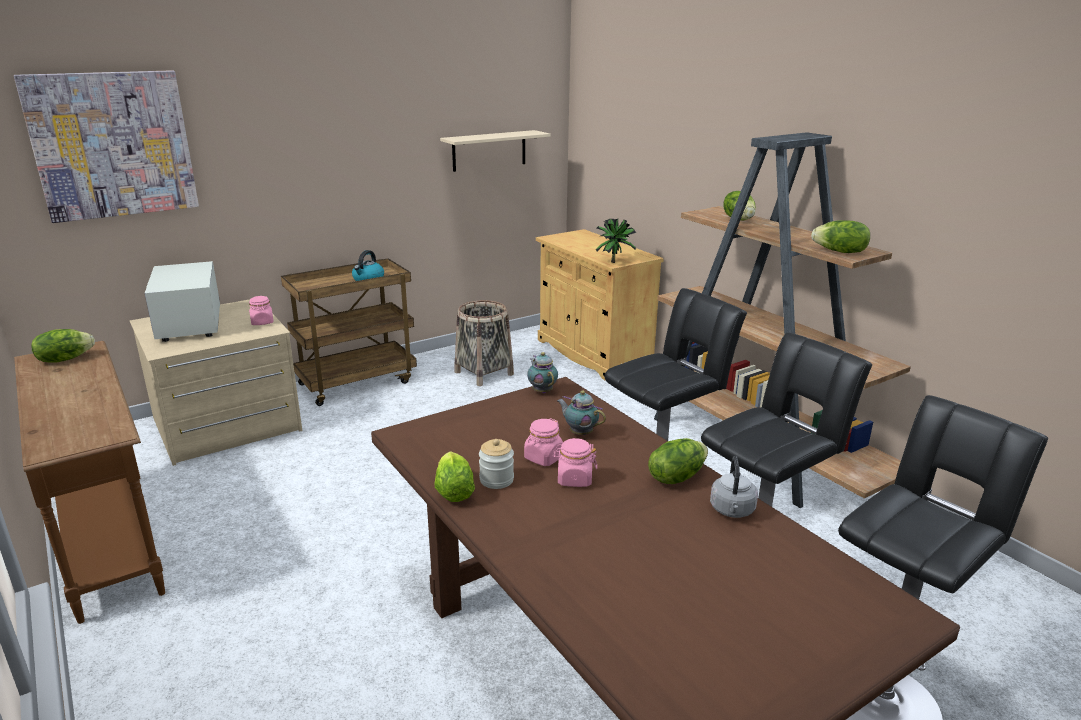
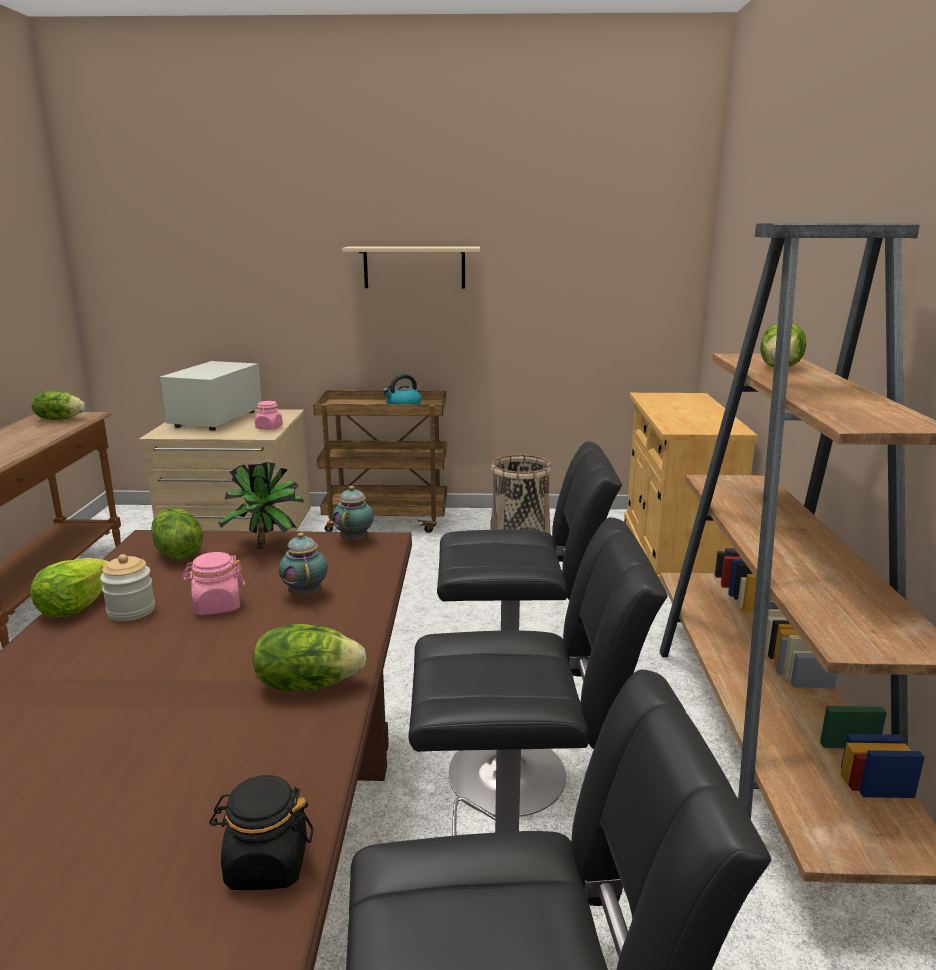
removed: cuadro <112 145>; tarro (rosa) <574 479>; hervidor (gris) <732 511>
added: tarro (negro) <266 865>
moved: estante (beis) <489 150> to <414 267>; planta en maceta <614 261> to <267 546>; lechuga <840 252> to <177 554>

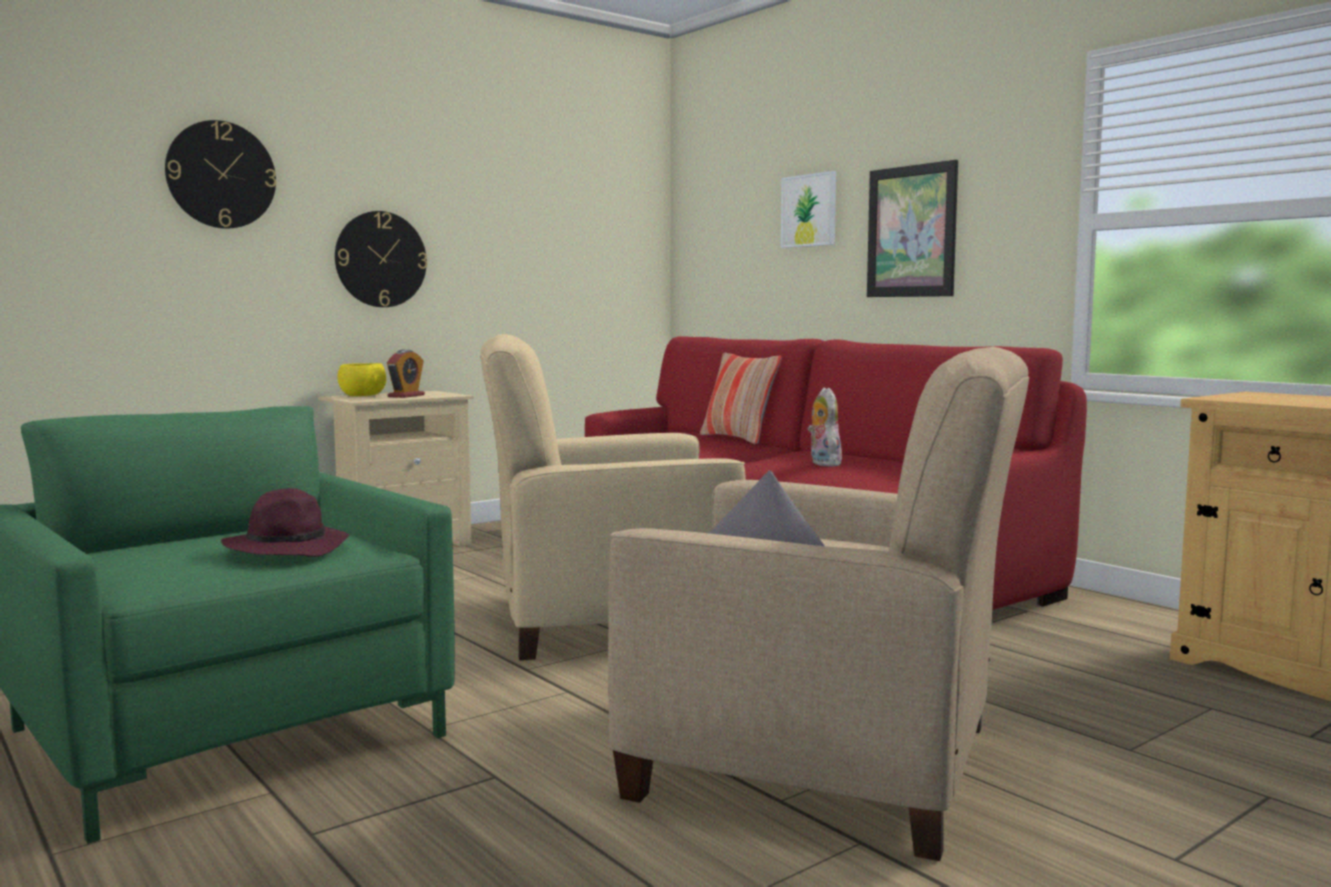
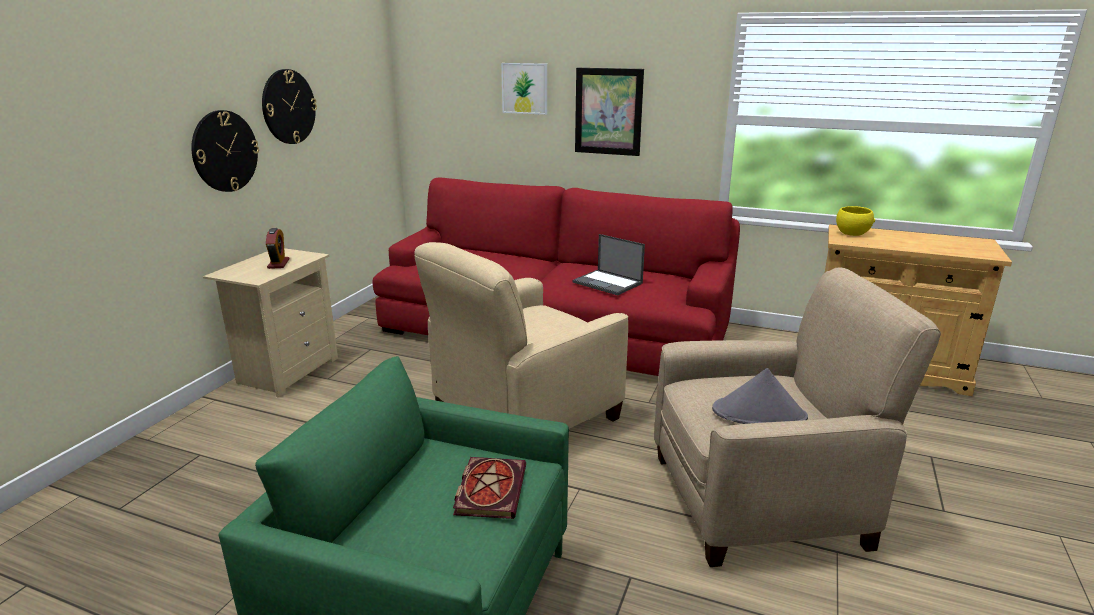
removed: cojín <738 438>
moved: reloj de pared <221 175> to <288 107>; cuenco (amarillo) <363 395> to <852 233>
replaced: sombrero (morado) <288 548> to libro <489 489>; peluche <822 464> to portátil <608 283>

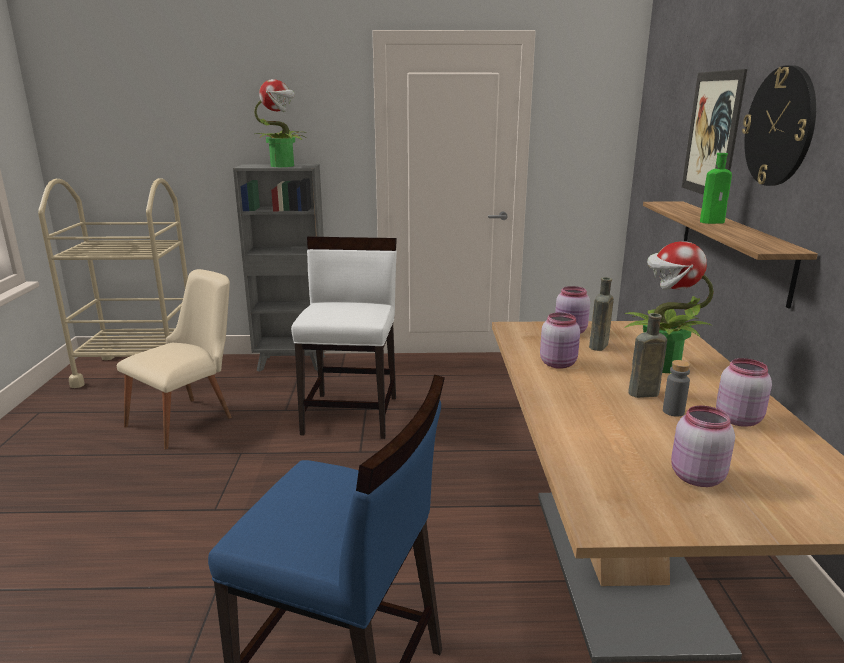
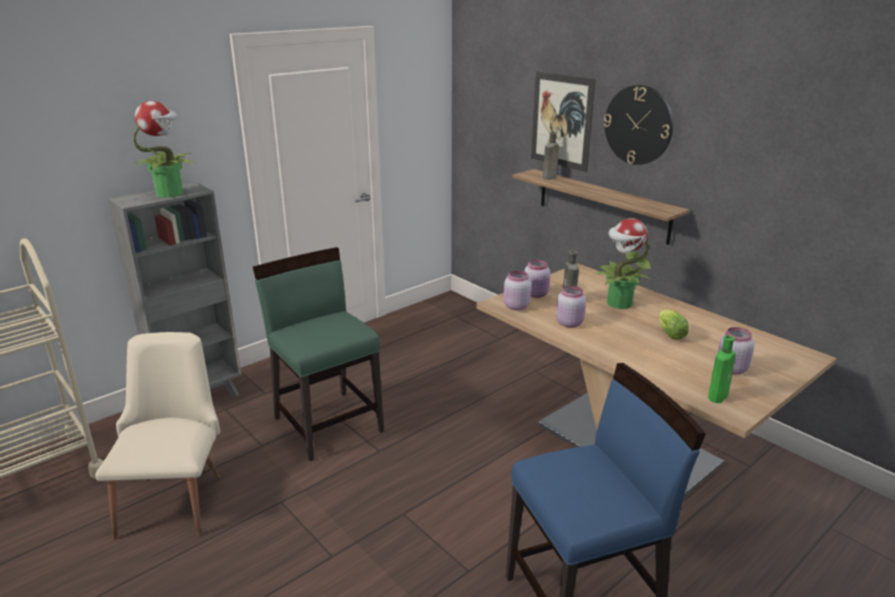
moved: botella (marrón) <641 393> to <549 178>; botella (verde) <713 222> to <718 396>; tarro (rosa) <738 419> to <516 306>
replaced: botella (gris) <673 411> to lechuga <669 333>
recoloured: silla (blanco) <352 414> to silla (verde) <328 423>

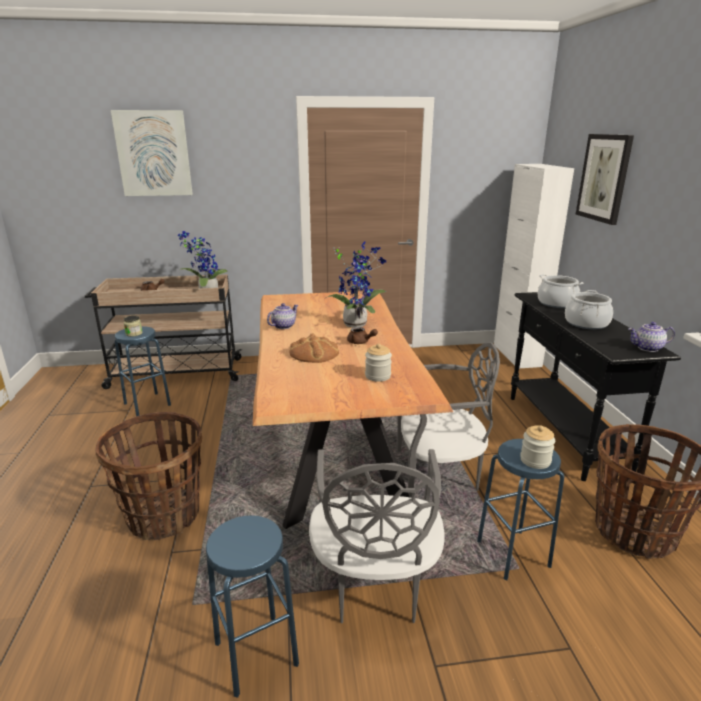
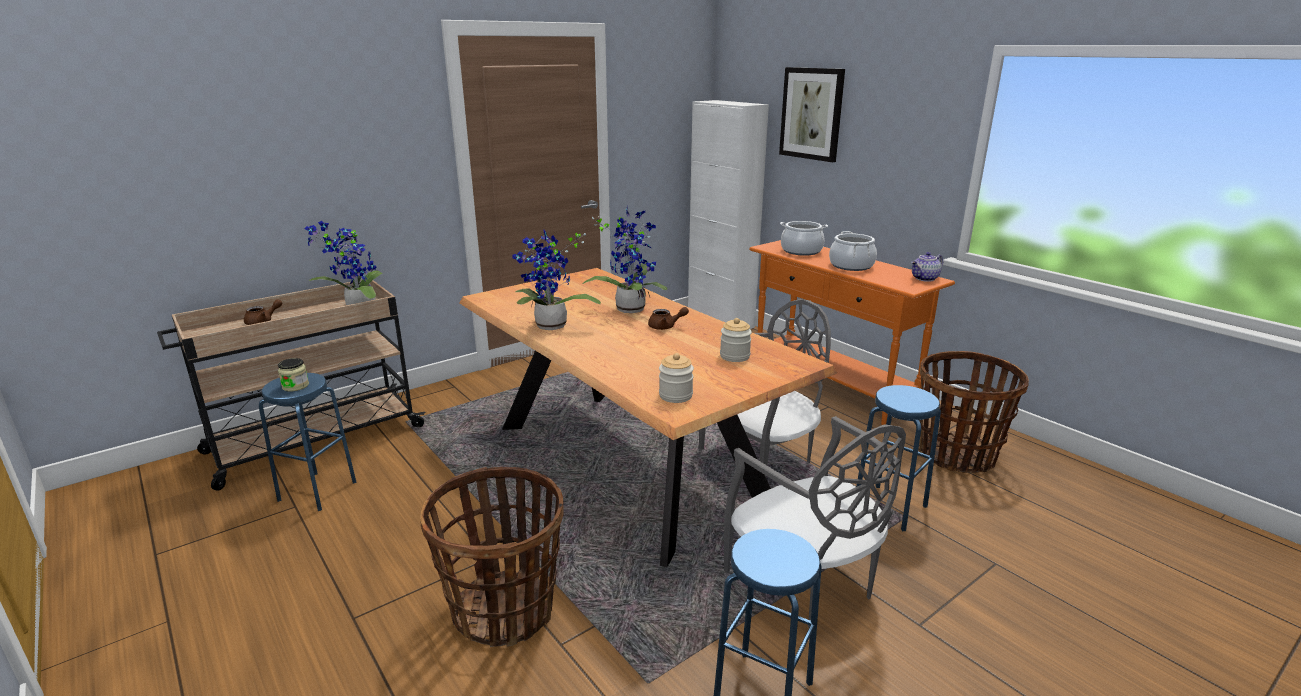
removed: cuadro <153 153>; pan <314 353>
moved: tarro <535 460> to <675 395>
replaced: tetera <283 326> to planta en maceta <550 327>
recoloured: mesa consola (negro) <564 433> to mesa consola (naranja) <831 386>

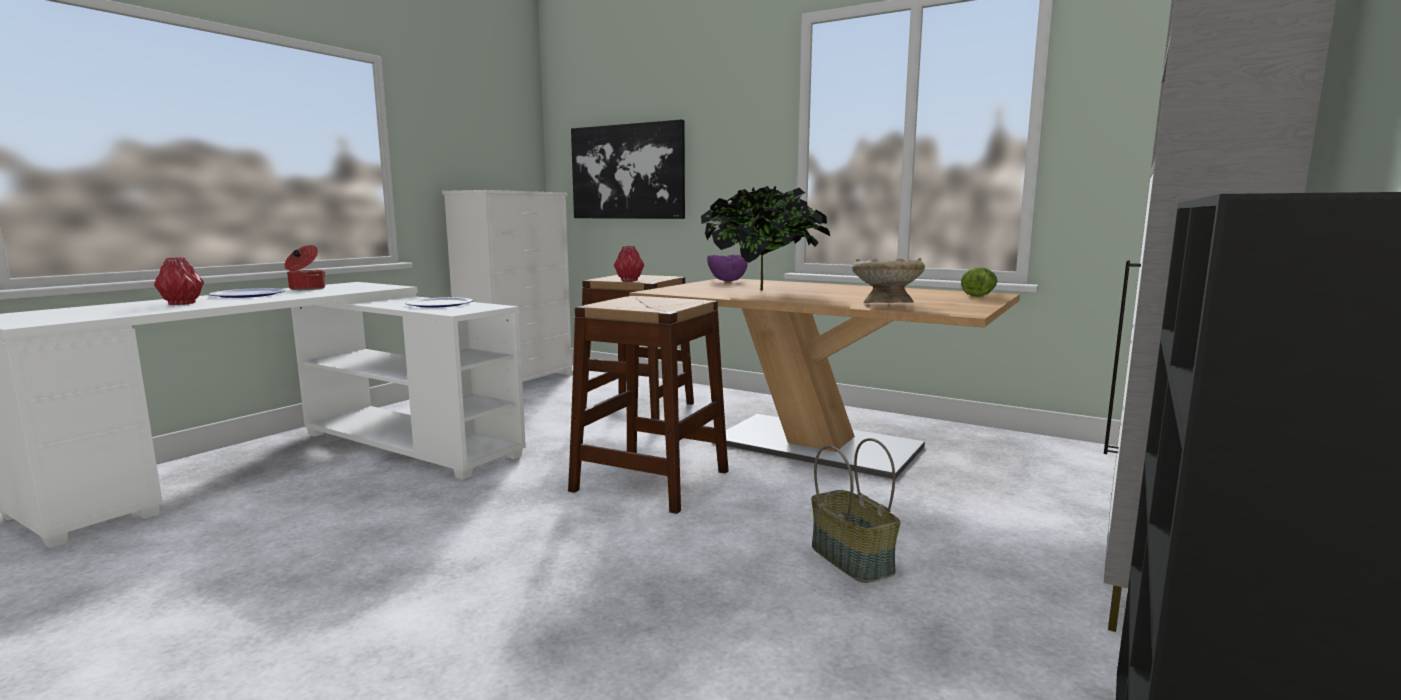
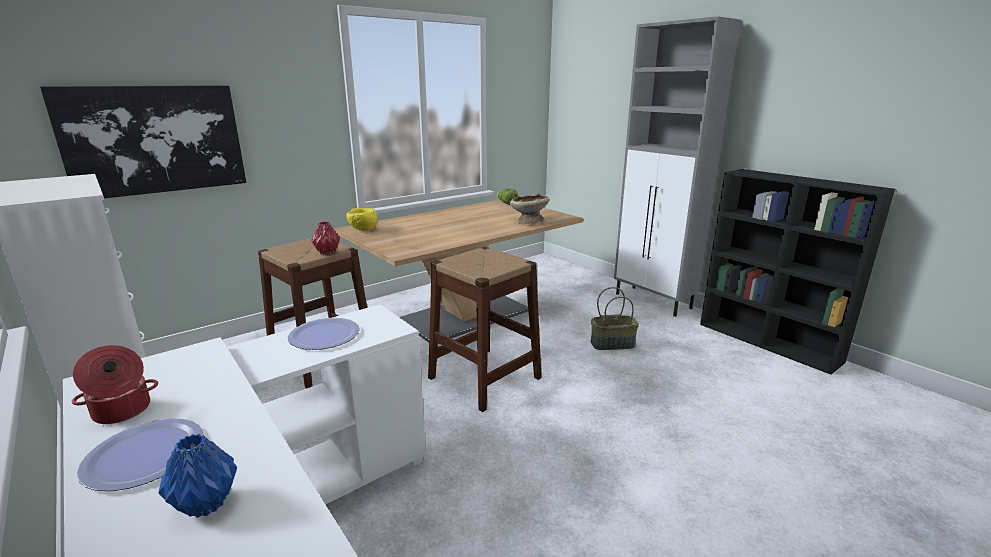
removed: planta en maceta <765 290>
recoloured: florero (rojo) <181 304> to florero (azul) <206 505>; cuenco (morado) <727 281> to cuenco (amarillo) <363 230>

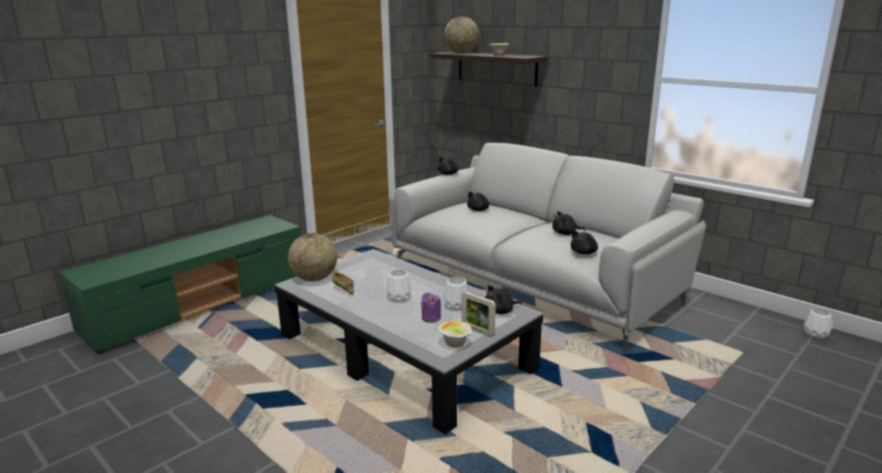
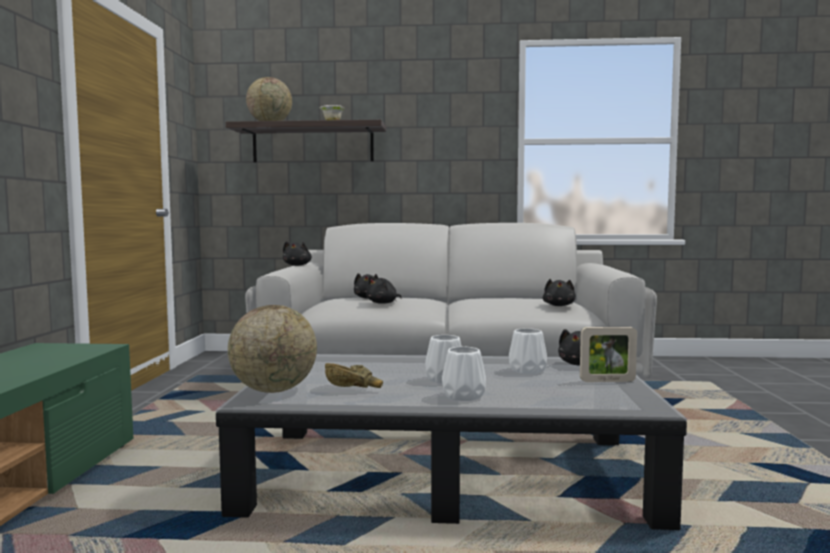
removed: vela (morado) <431 318>; cuenco <455 345>
moved: peluche (negro) <566 233> to <383 303>; florero (blanco) <815 334> to <463 396>

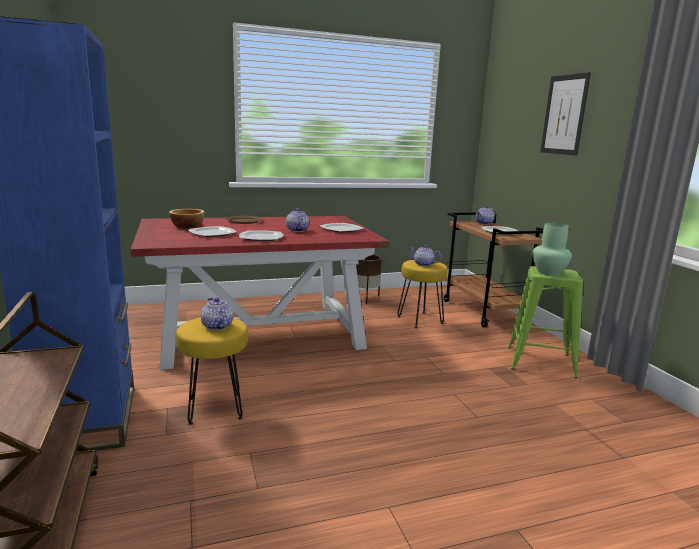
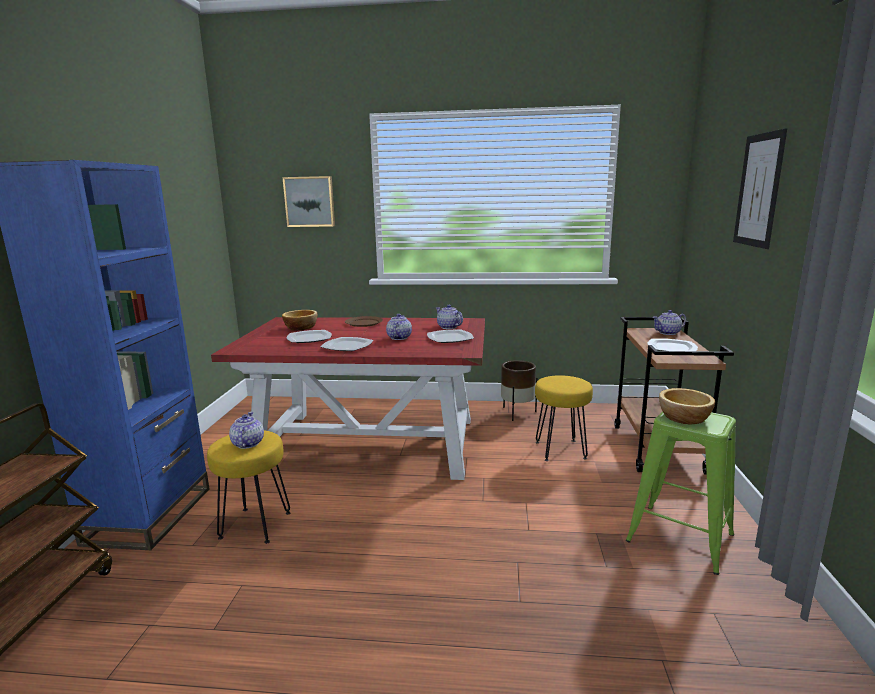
added: cuadro <310 201>
moved: tetera <423 264> to <448 327>
replaced: florero (verde) <549 272> to cuenco <685 418>

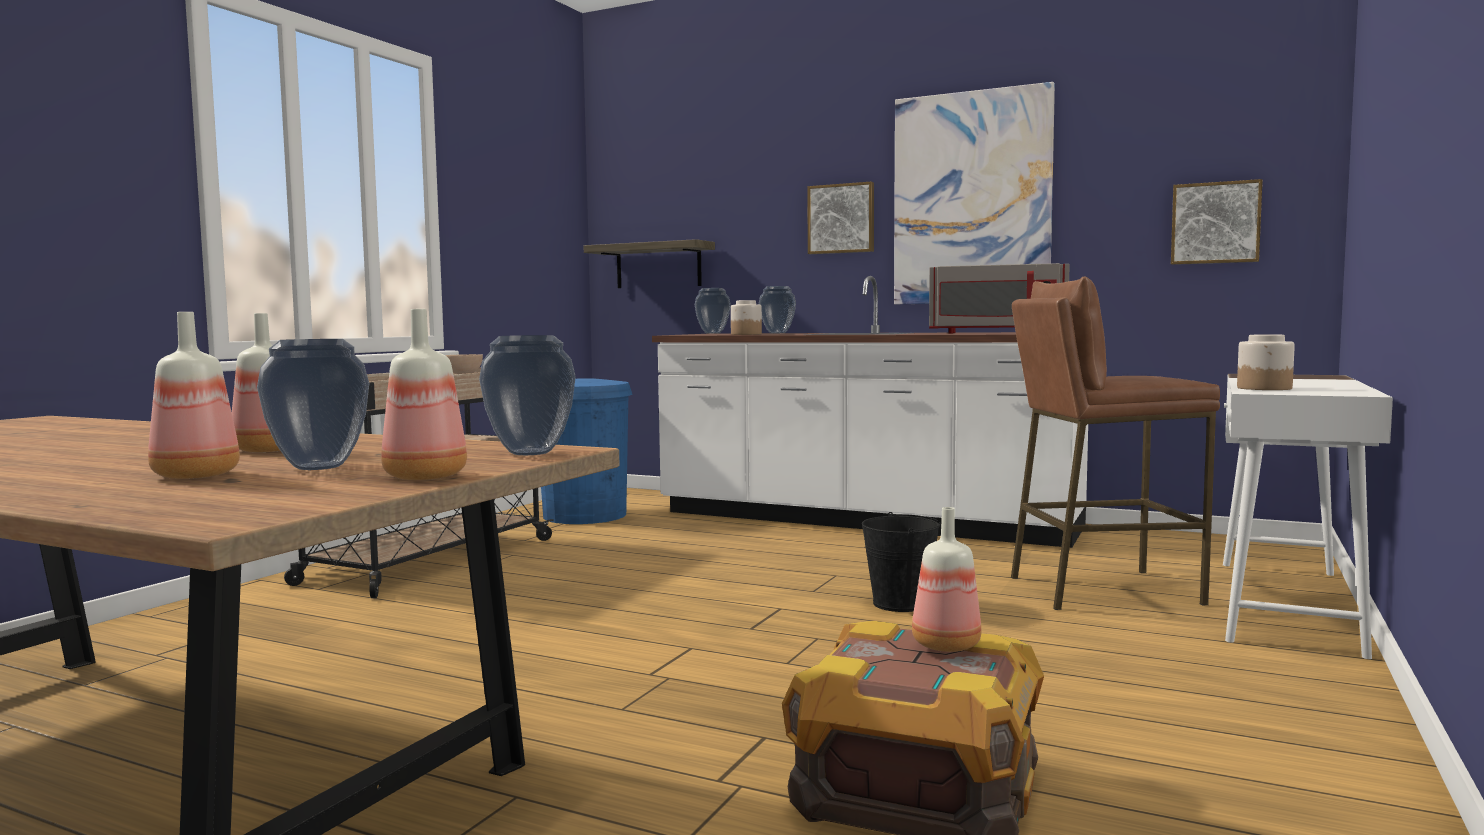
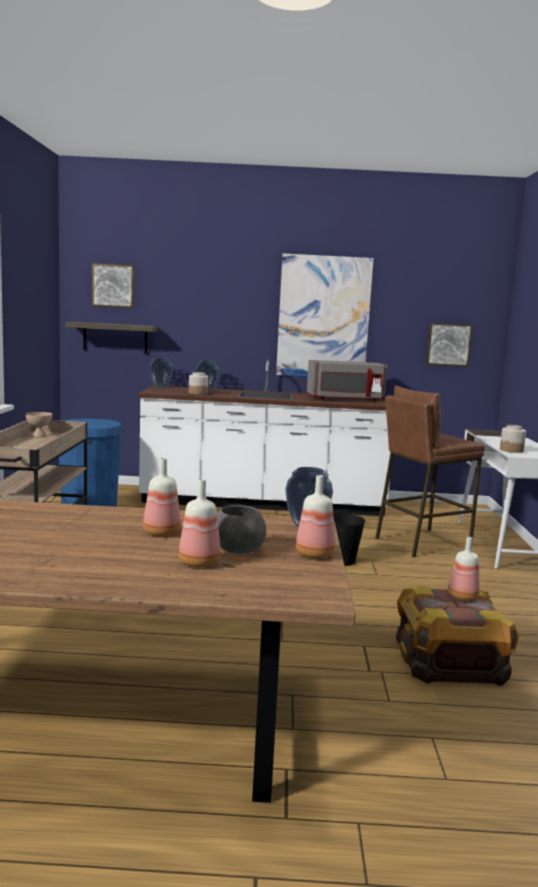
moved: cuadro <841 219> to <113 285>
replaced: florero <317 467> to cuenco (gris) <239 549>

